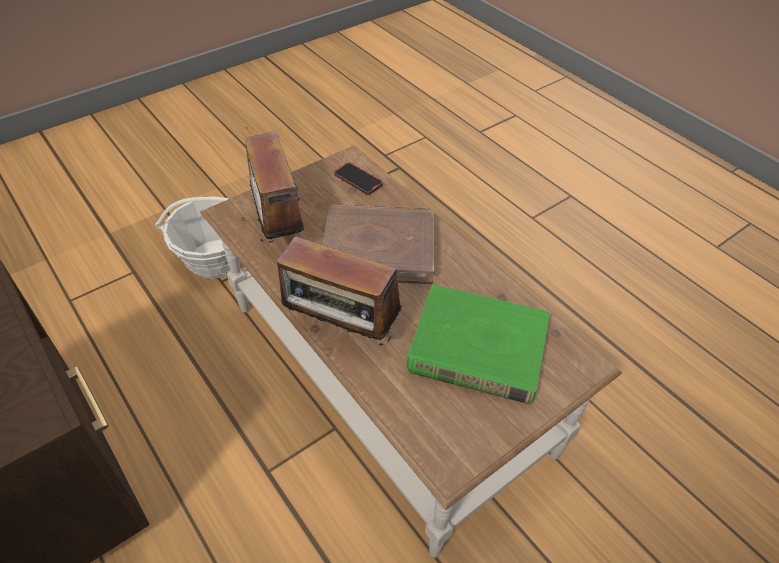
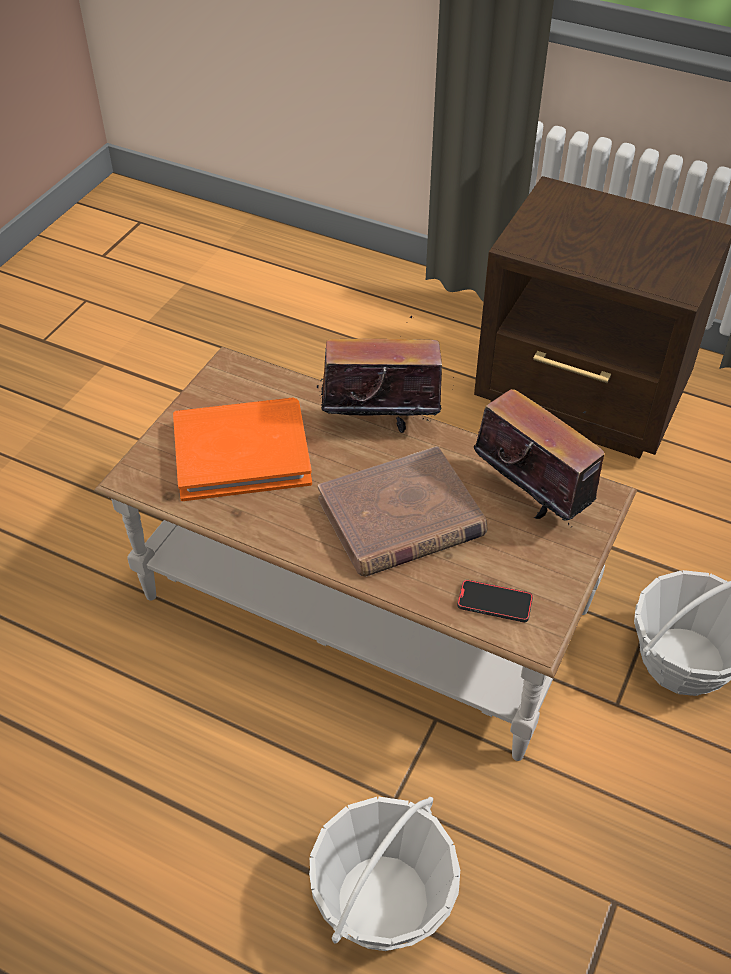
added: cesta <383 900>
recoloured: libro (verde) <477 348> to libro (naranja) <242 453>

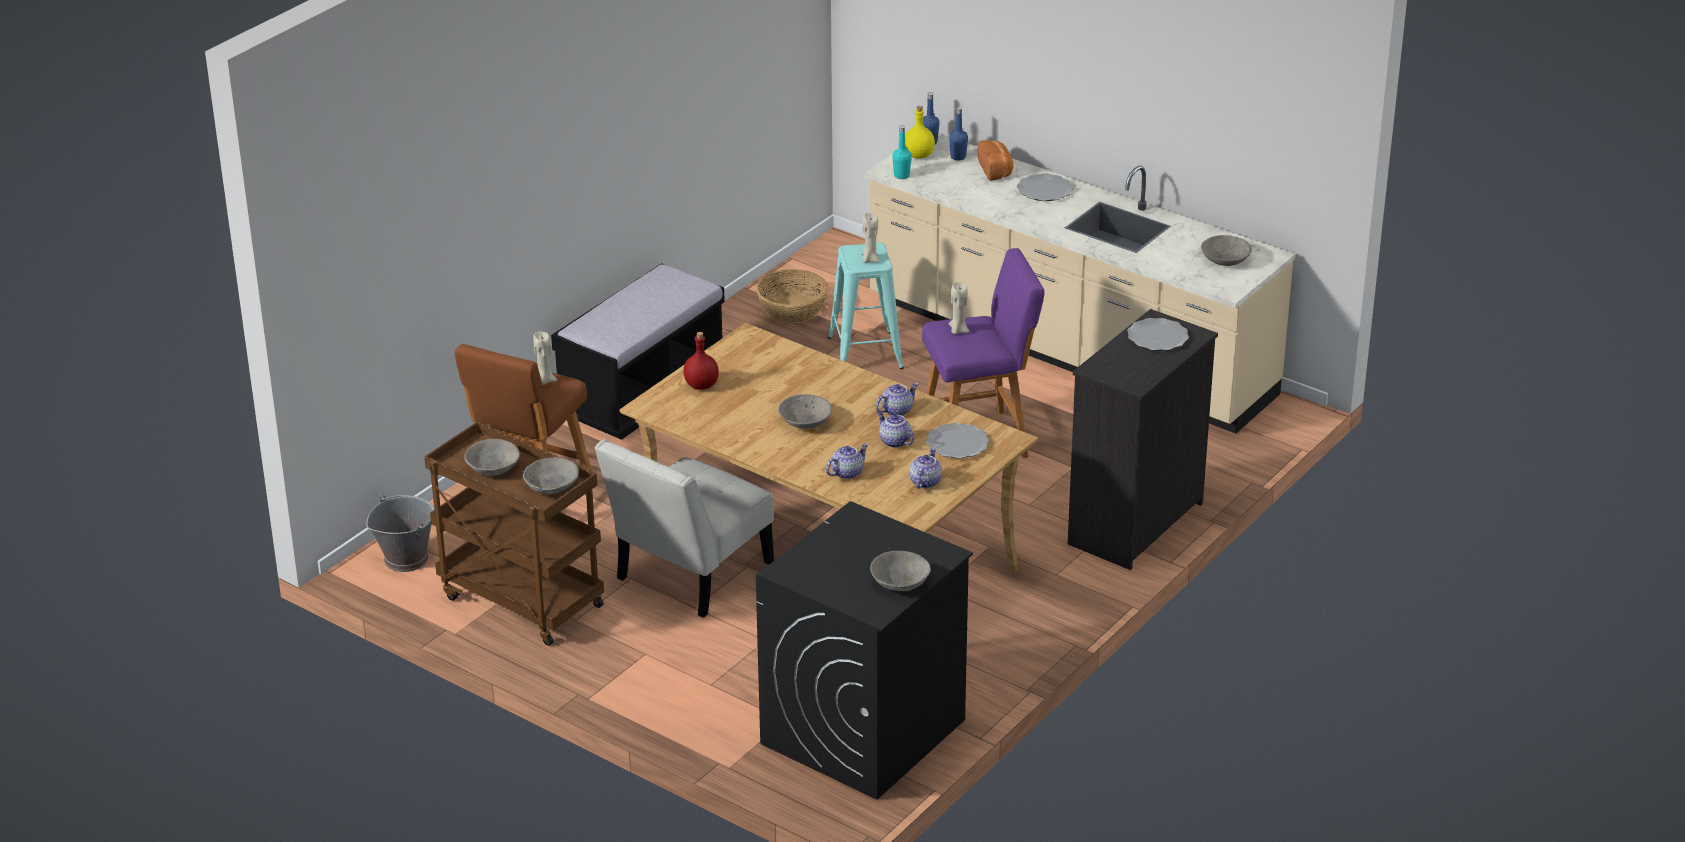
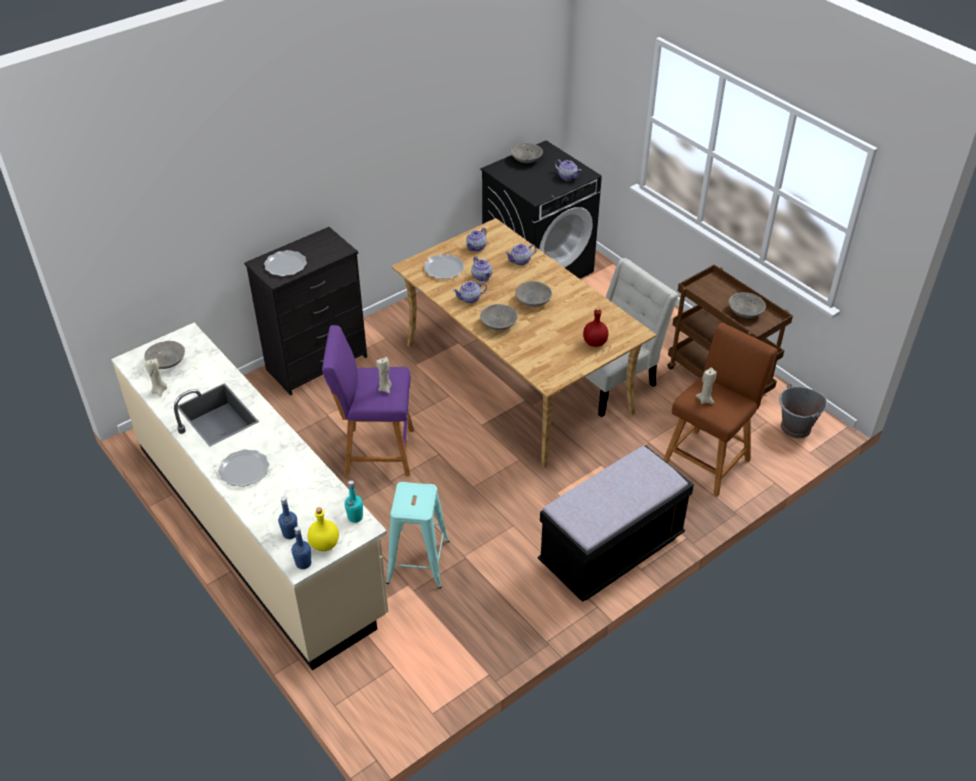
removed: cesta <792 309>; pan <996 170>
added: tetera <567 177>
moved: cuenco (gris) <552 486> to <498 324>; vela (beis) <870 260> to <160 391>

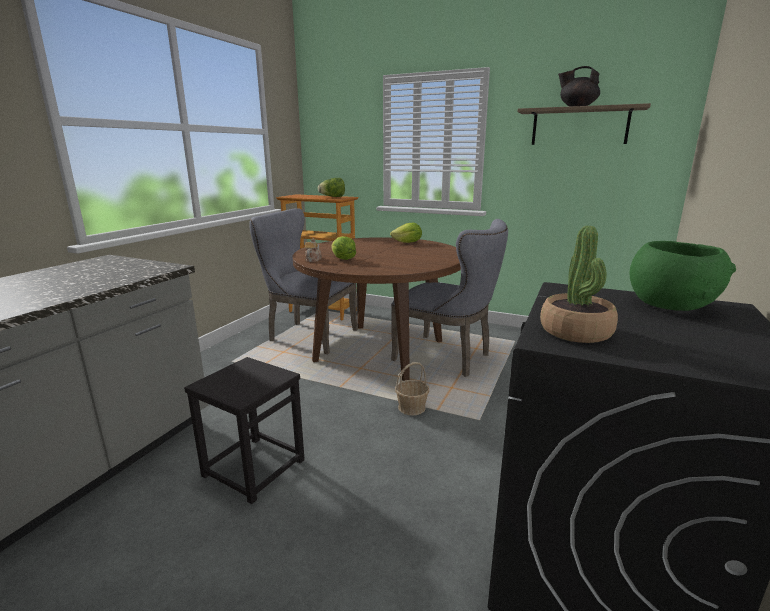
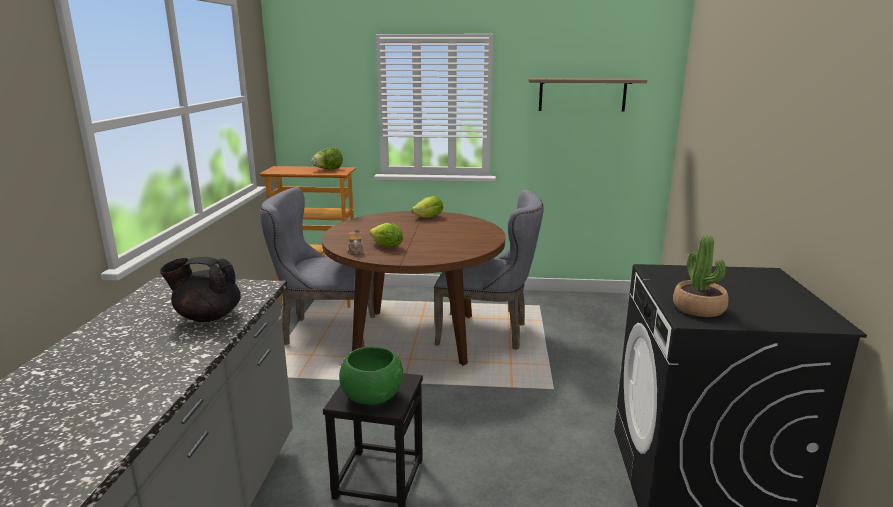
removed: cesta <412 407>
moved: tetera (negro) <577 107> to <207 316>; cuenco (verde) <671 305> to <373 396>

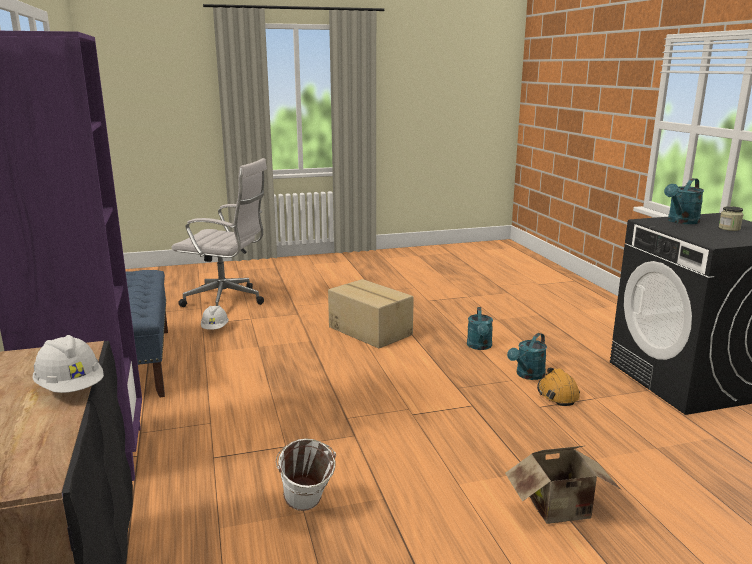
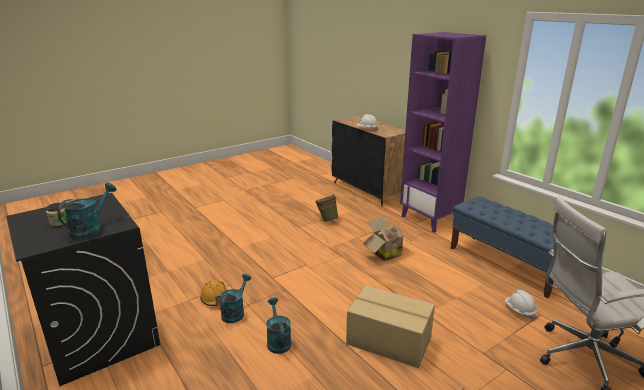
moved: caja de cartón <562 511> to <384 253>
recoloured: cubo (blanco) <306 508> to cubo (verde) <327 220>

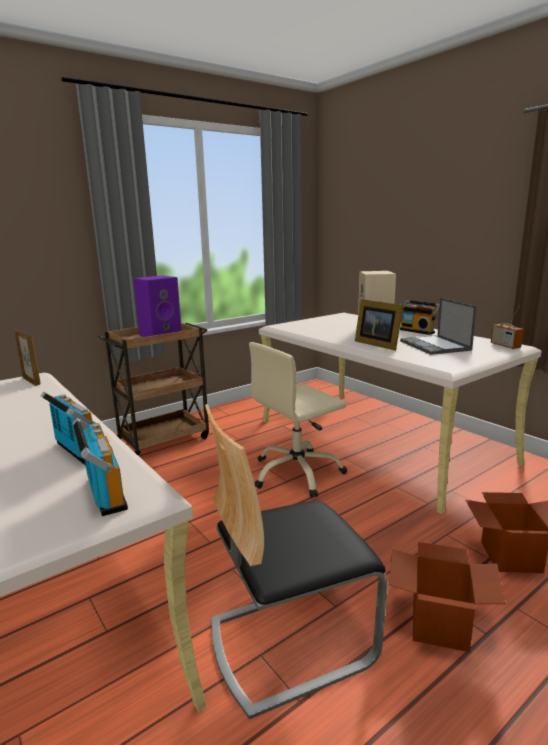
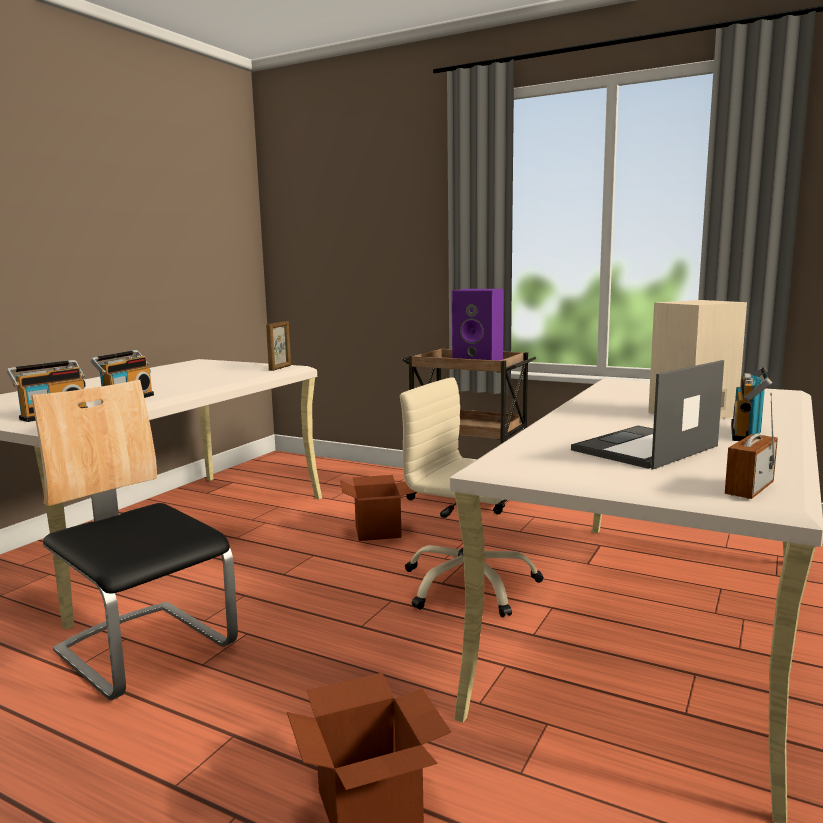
removed: portarretratos <377 344>
moved: caja de cartón <440 625> to <377 532>

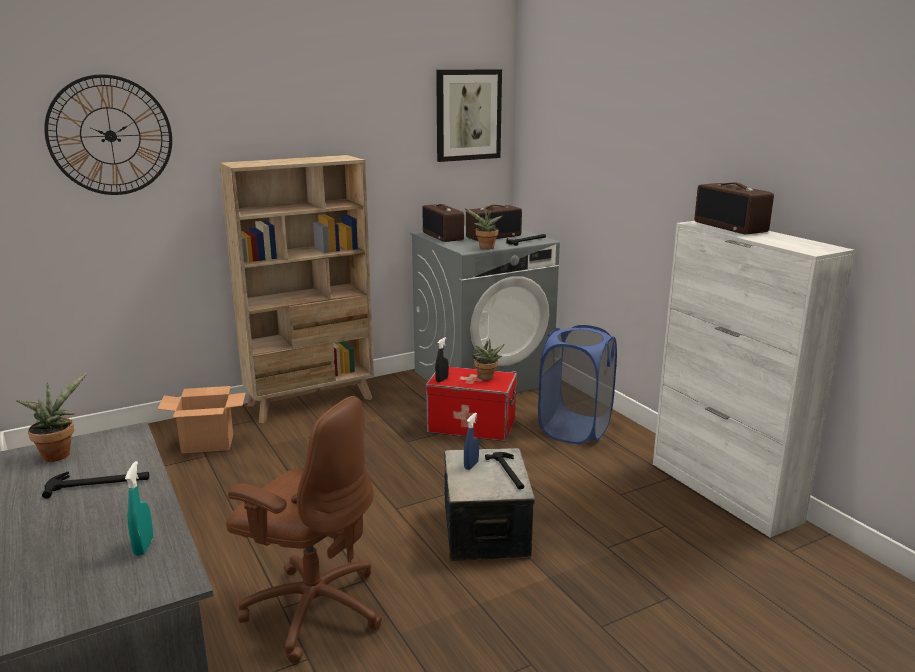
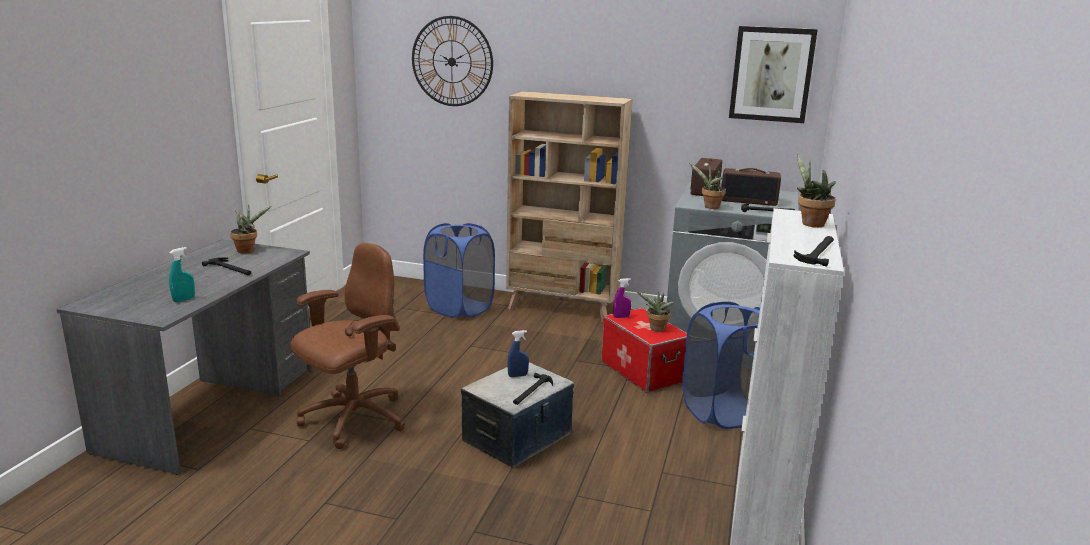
added: martillo <818 252>
replaced: caja de cartón <208 443> to cesto de la ropa (azul) <459 308>; radio <731 227> to planta en maceta <809 223>
recoloured: pulverizador (negro) <442 379> to pulverizador (morado) <621 317>
turned: silla de oficina (marrón) <313 608> = <352 420> 120 degrees counterclockwise

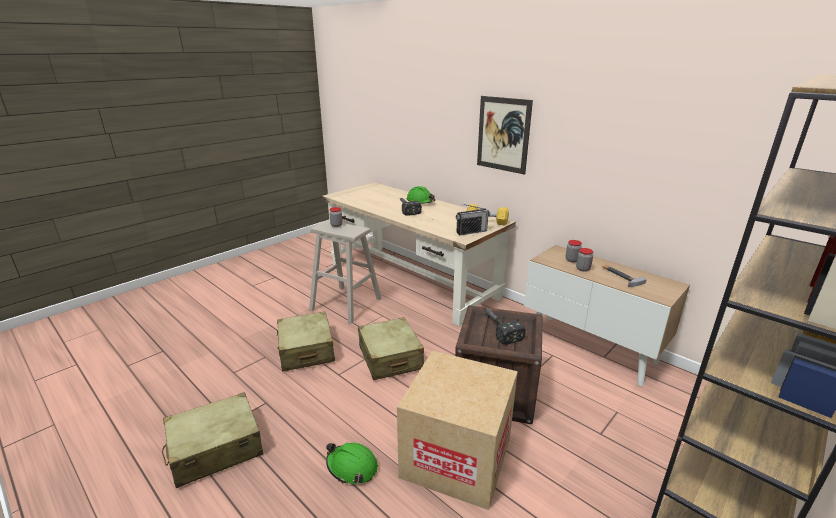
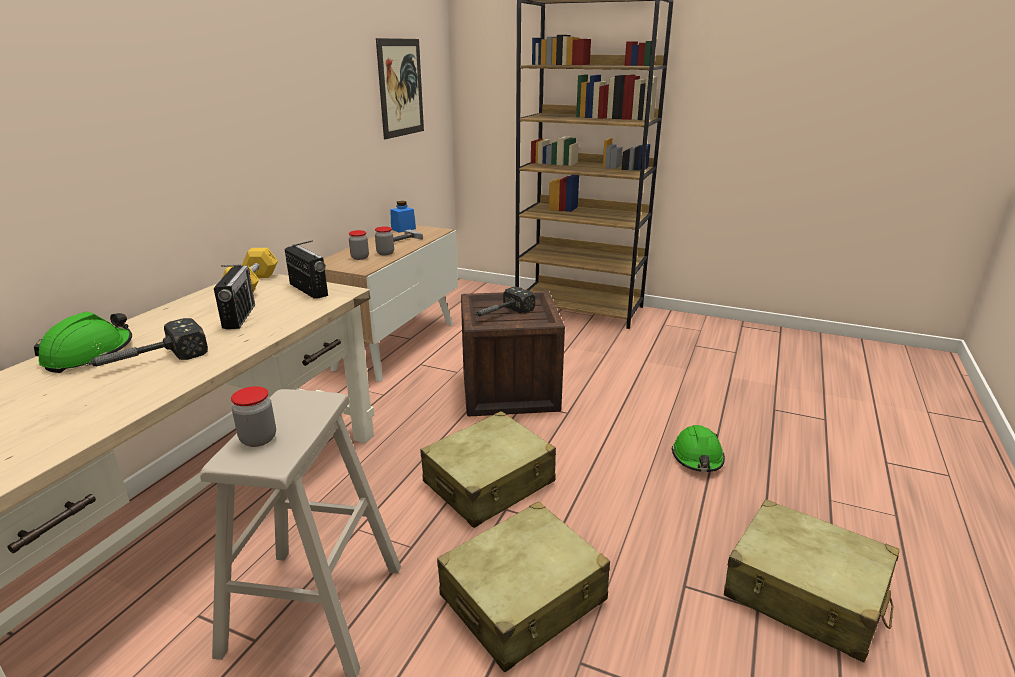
removed: caja de cartón <456 457>
added: radio <239 316>; tarro (azul) <403 229>
moved: cuadro <503 134> to <400 88>

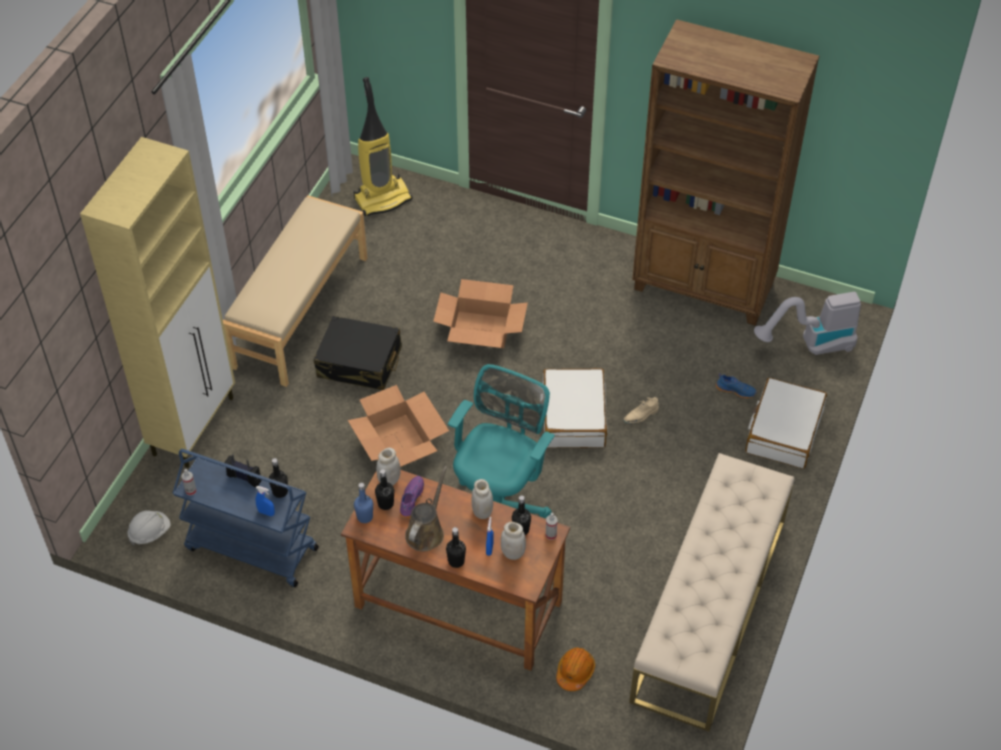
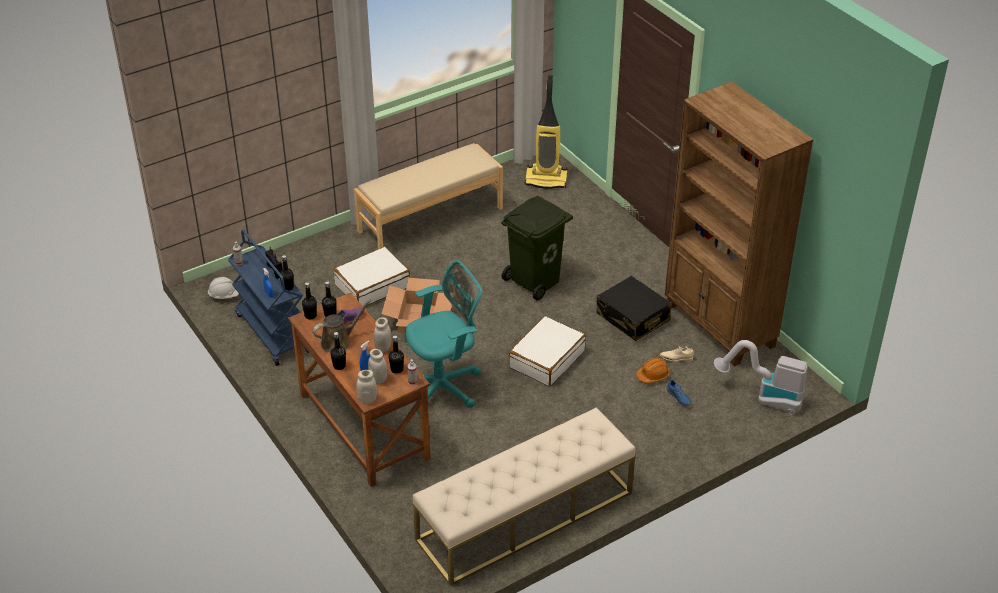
removed: armario (beis) <194 425>
moved: maleta (negro) <359 362> to <633 317>; tarro (blanco) <389 480> to <367 399>; casco (naranja) <575 672> to <653 375>; zapato (beis) <641 415> to <676 359>; maleta (blanco) <783 431> to <372 285>
replaced: caja de cartón <481 329> to papelera (verde) <535 281>
recoloured: botella (azul) <365 517> to botella (negro) <310 315>

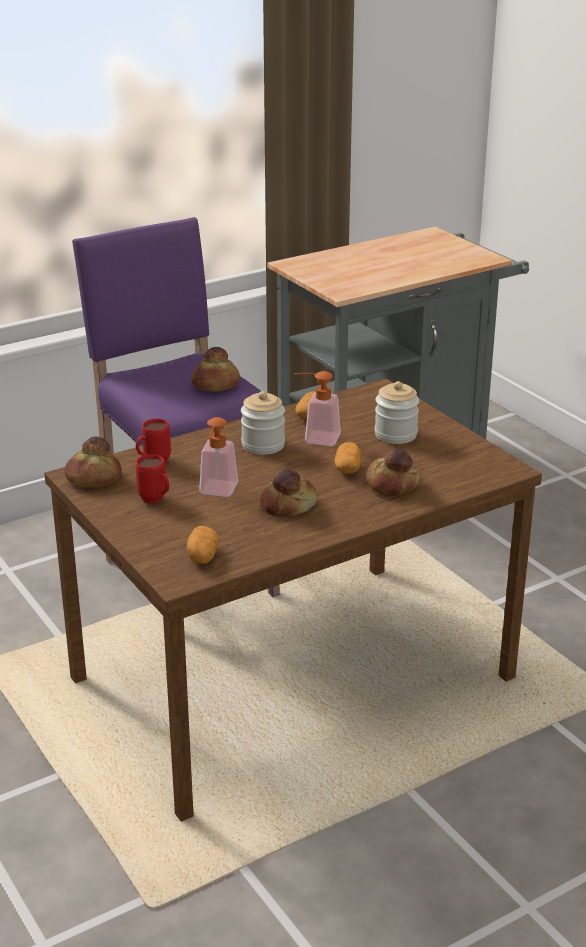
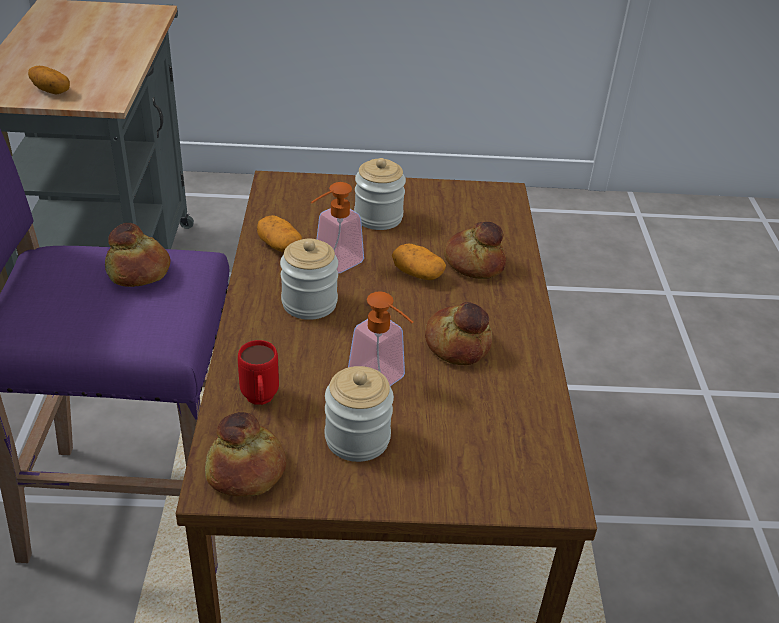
moved: patata <202 556> to <51 90>
replaced: taza grande (rojo) <156 501> to tarro <357 438>

